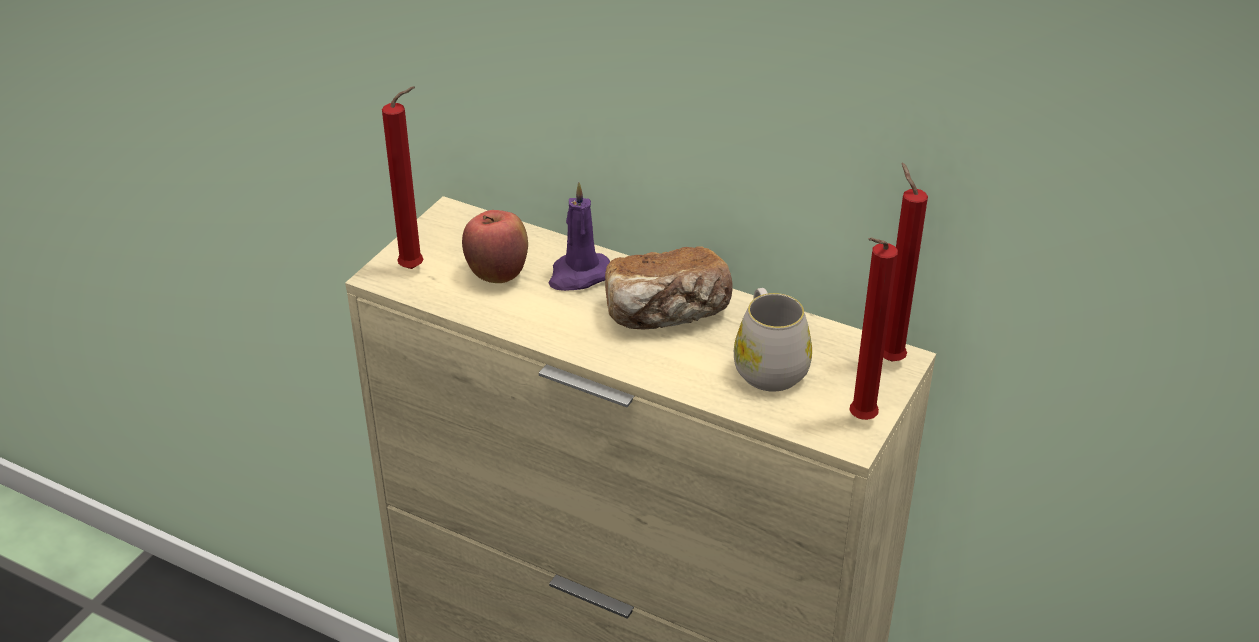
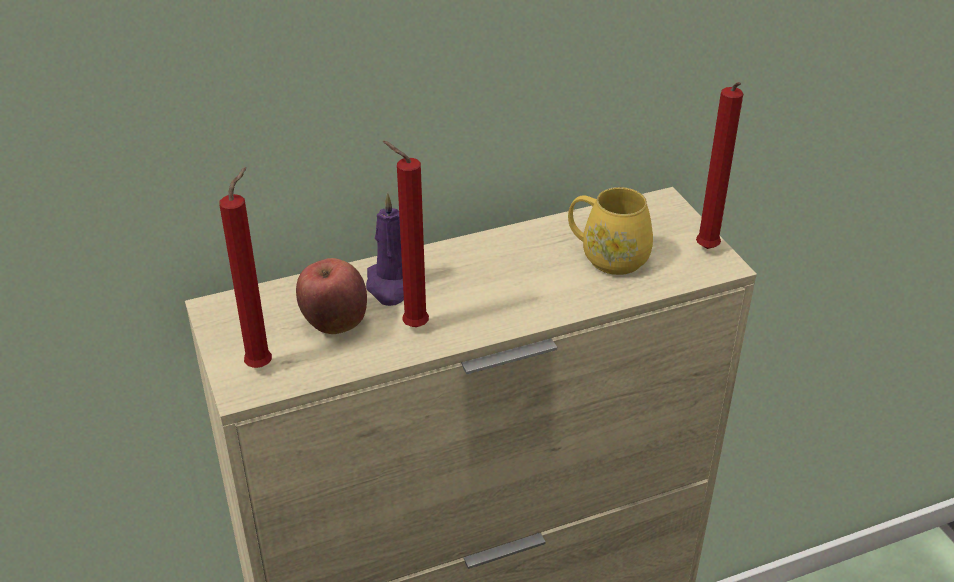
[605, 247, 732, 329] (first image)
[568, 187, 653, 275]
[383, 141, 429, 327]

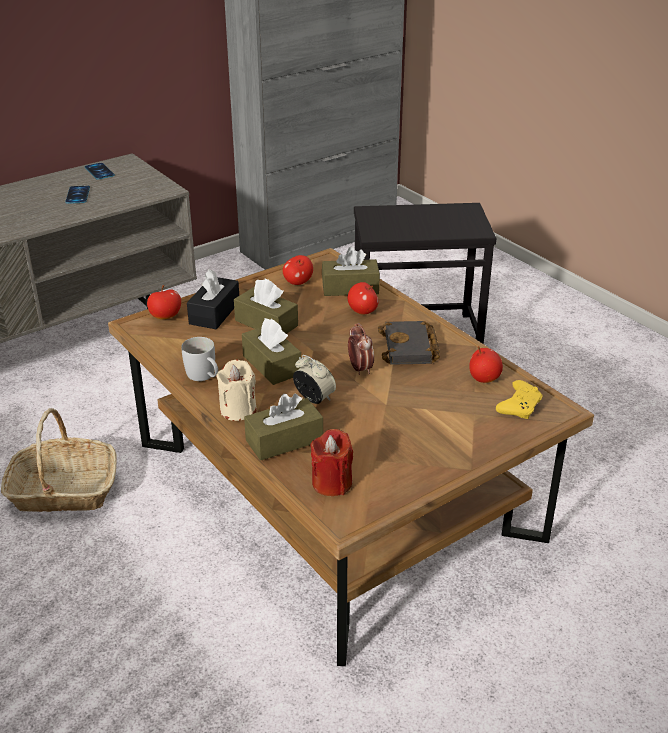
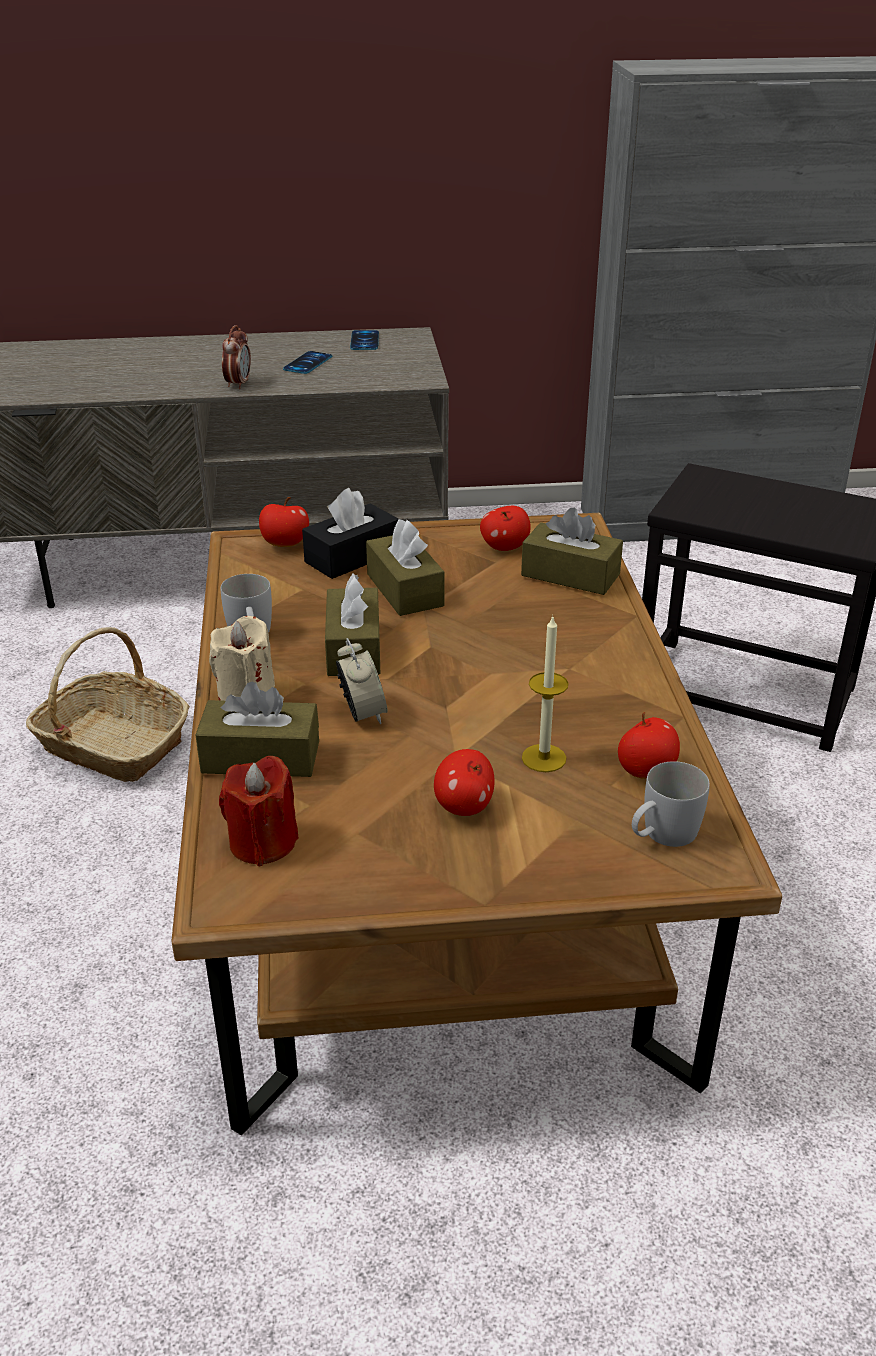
[434, 749, 494, 816]
[222, 325, 251, 389]
[378, 321, 440, 365] (first image)
[632, 761, 710, 847]
[522, 616, 568, 772]

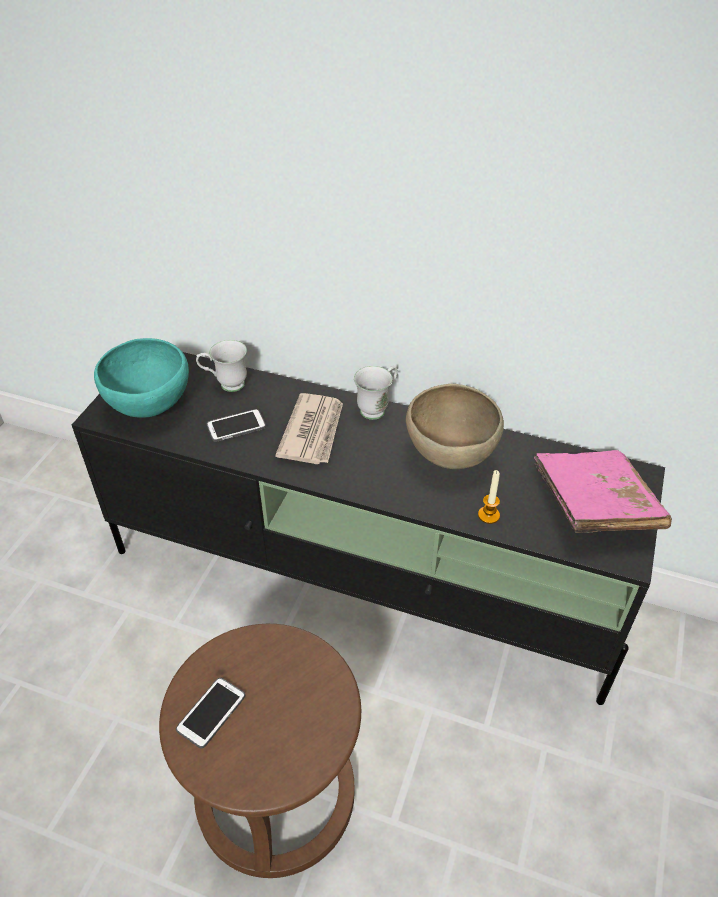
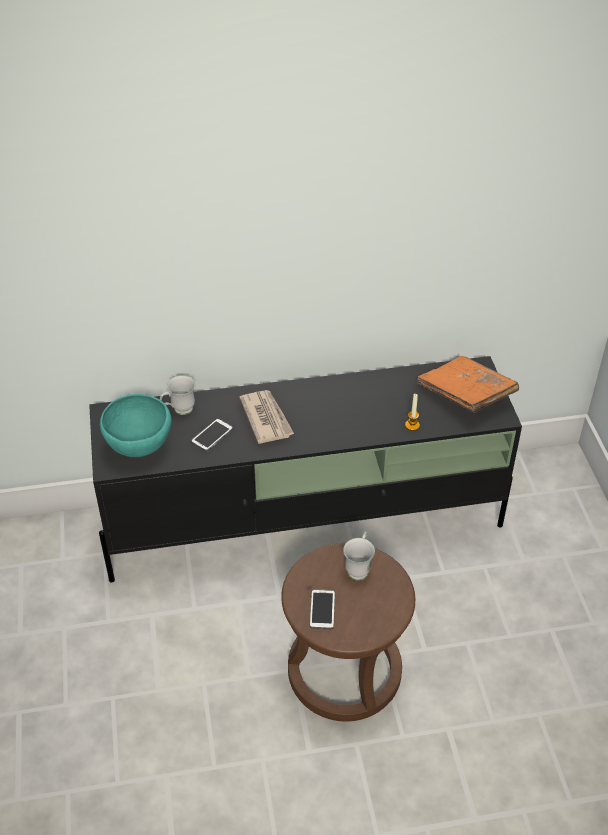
[343, 531, 375, 581]
[406, 384, 504, 469] (first image)
[417, 356, 519, 413]

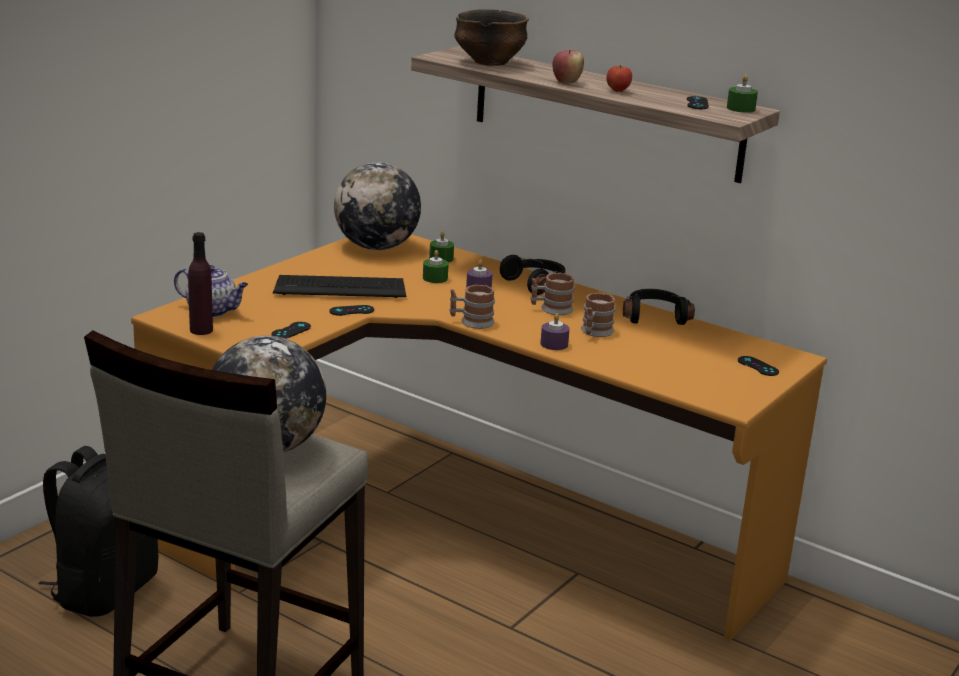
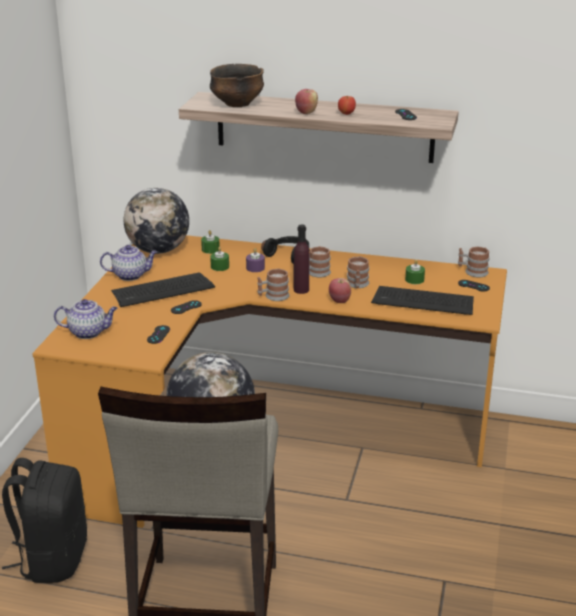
[294, 224, 309, 294]
[329, 278, 351, 303]
[623, 289, 695, 325] (first image)
[405, 259, 425, 284]
[100, 245, 157, 281]
[371, 286, 474, 315]
[458, 247, 490, 278]

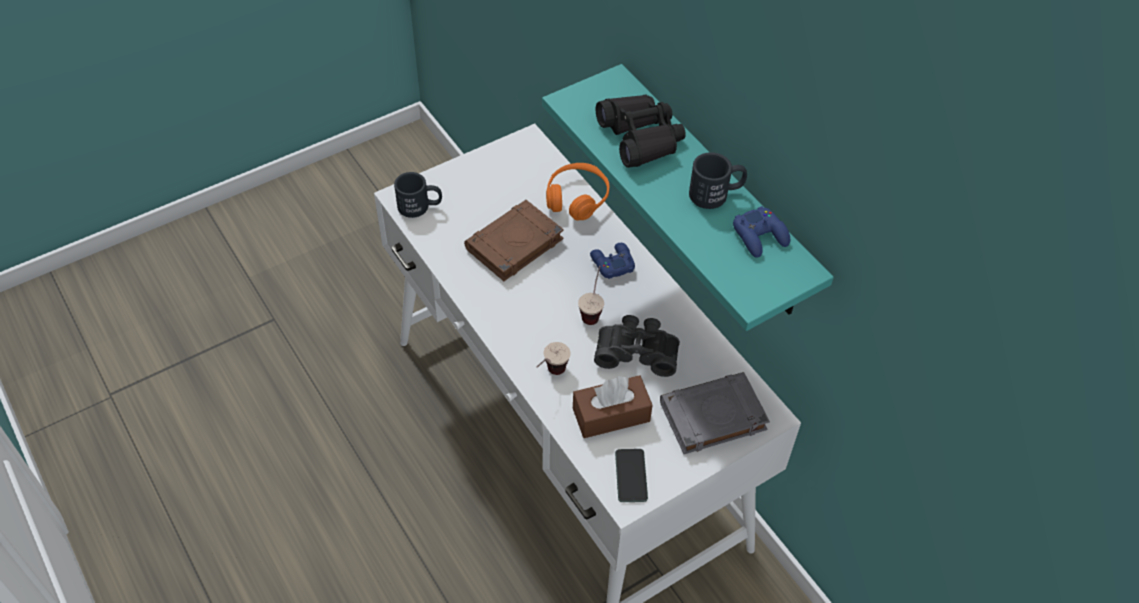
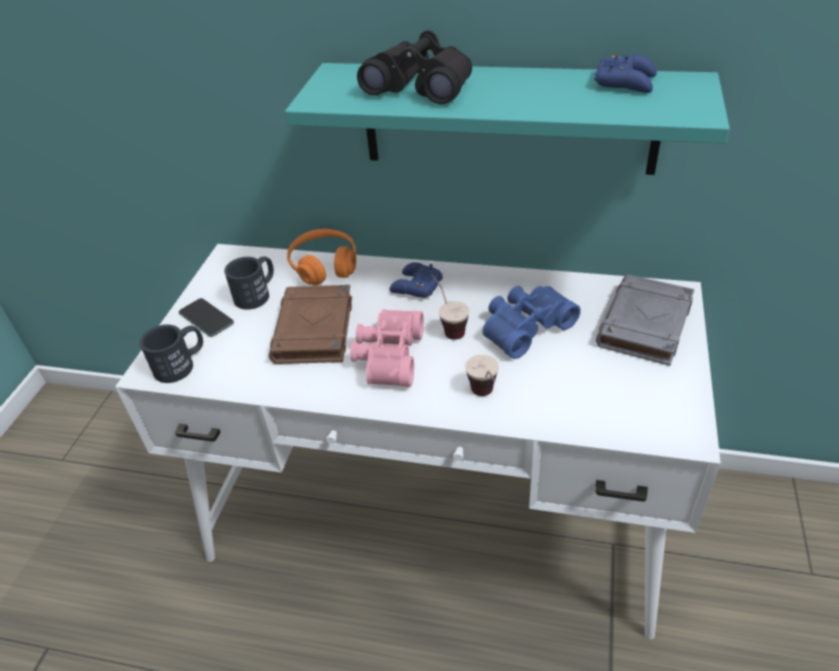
[573, 375, 653, 438] (first image)
[483, 286, 581, 359]
[179, 298, 234, 337]
[224, 256, 274, 310]
[350, 309, 424, 387]

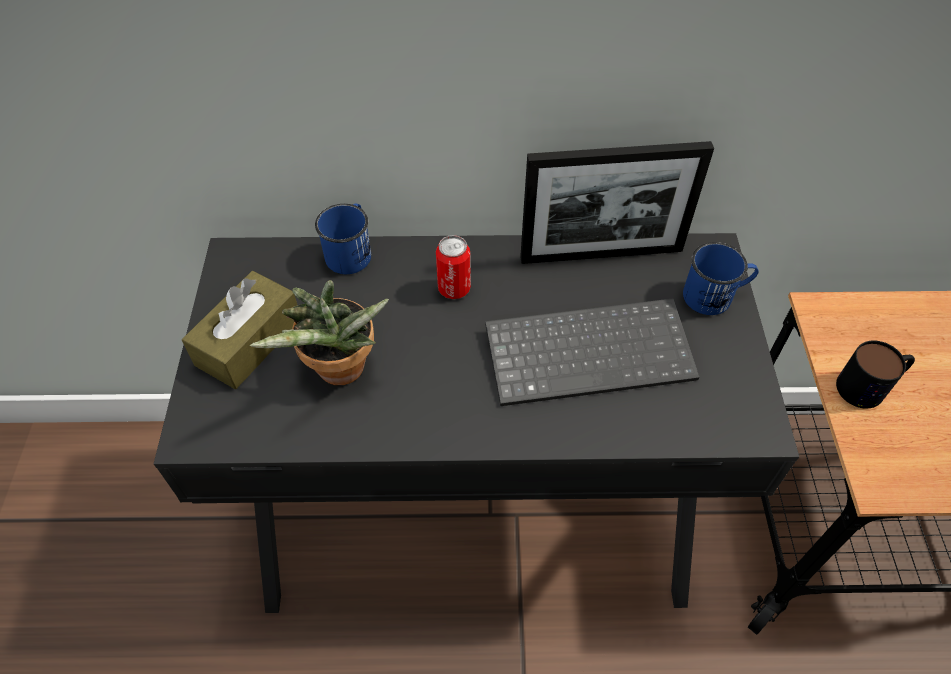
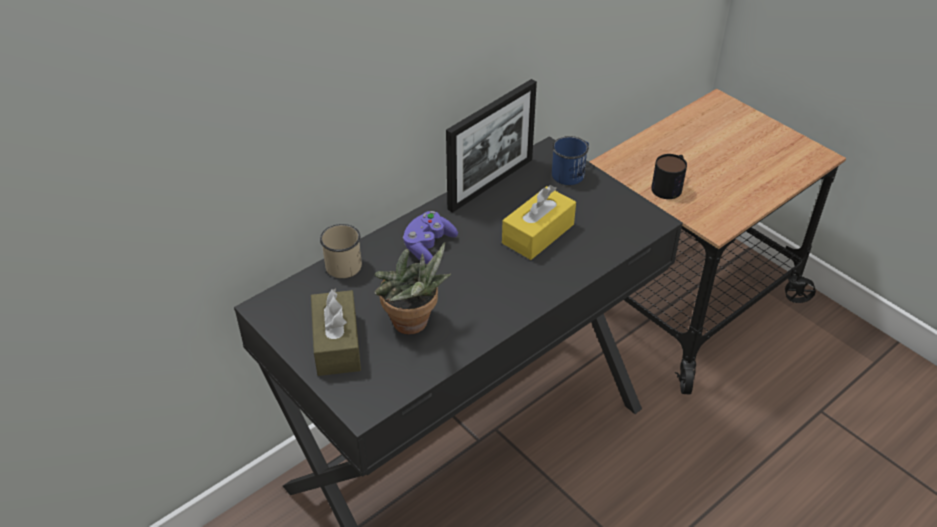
[320, 224, 362, 278]
[403, 211, 458, 264]
[502, 185, 576, 260]

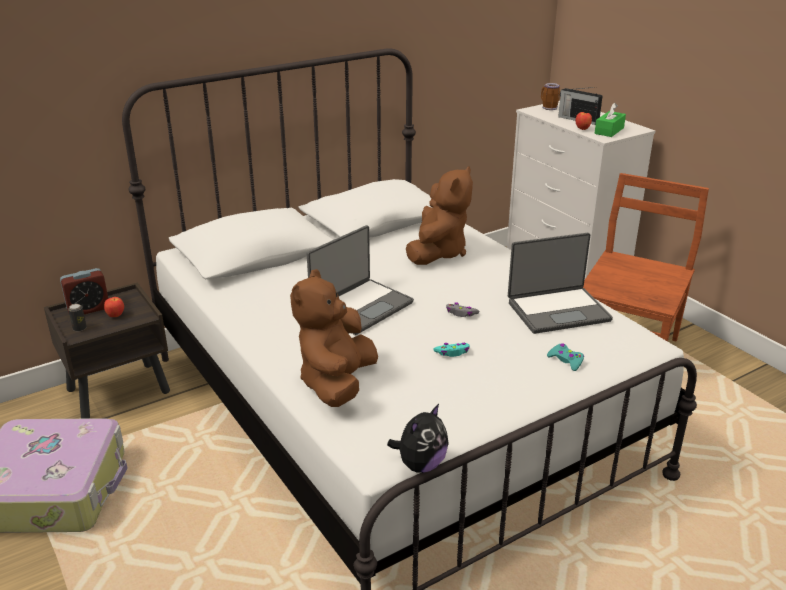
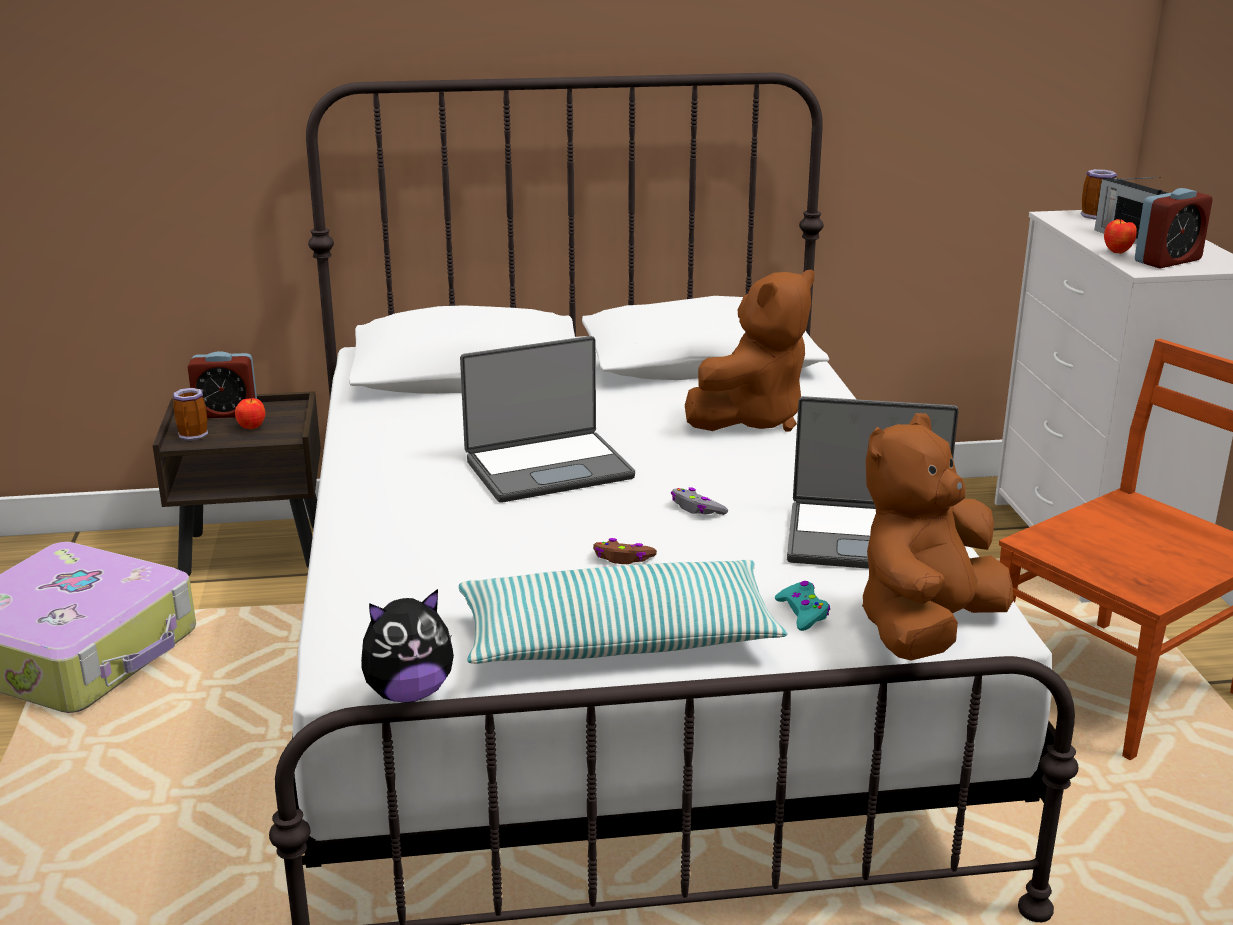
[173, 388, 208, 441]
[862, 413, 1013, 661]
[593, 538, 657, 564]
[1135, 188, 1213, 269]
[459, 560, 788, 664]

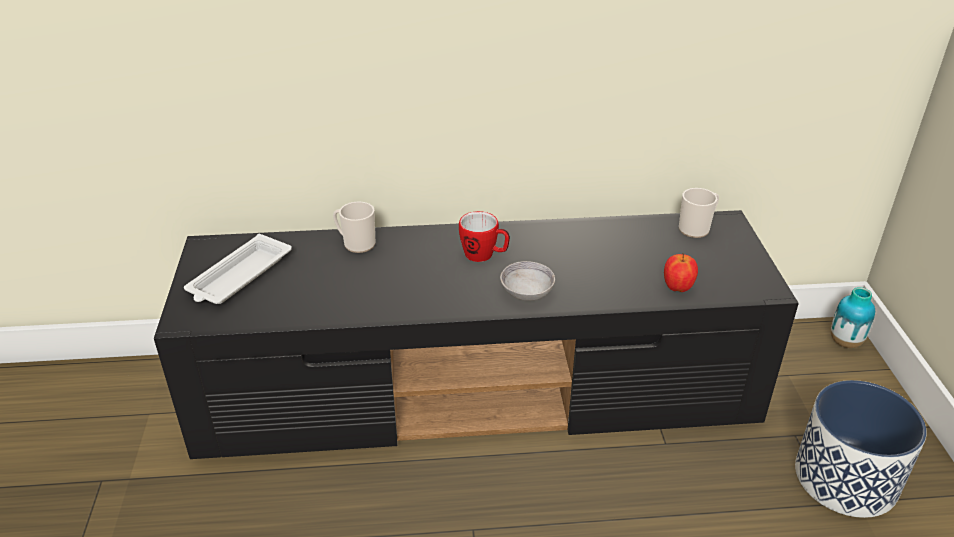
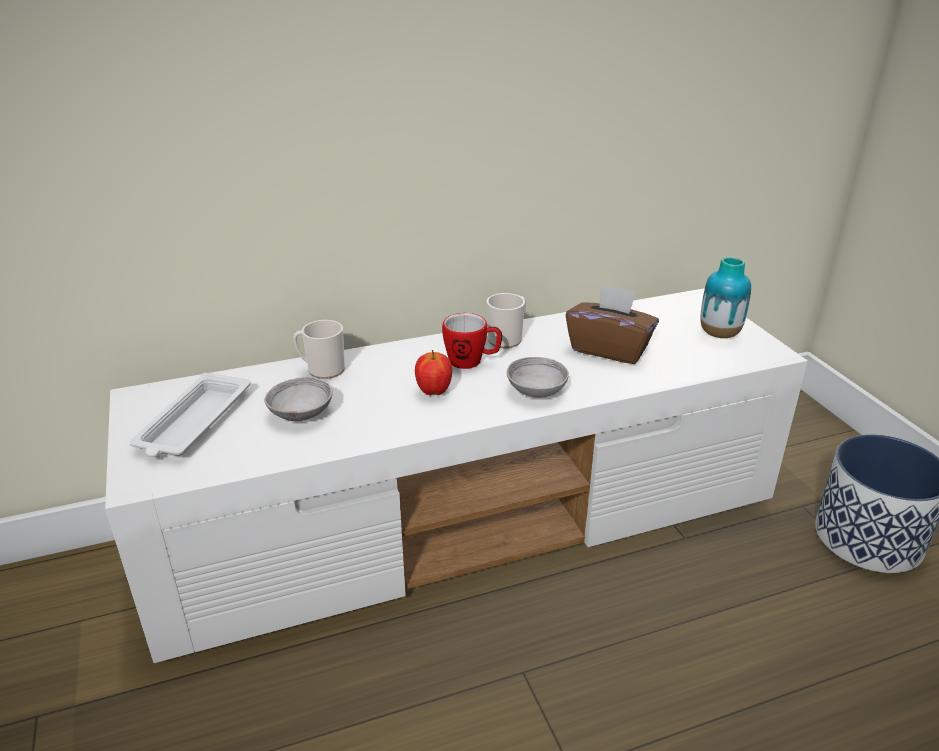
[105, 288, 808, 663]
[415, 350, 452, 395]
[487, 293, 526, 348]
[700, 257, 751, 338]
[264, 377, 333, 421]
[566, 285, 659, 364]

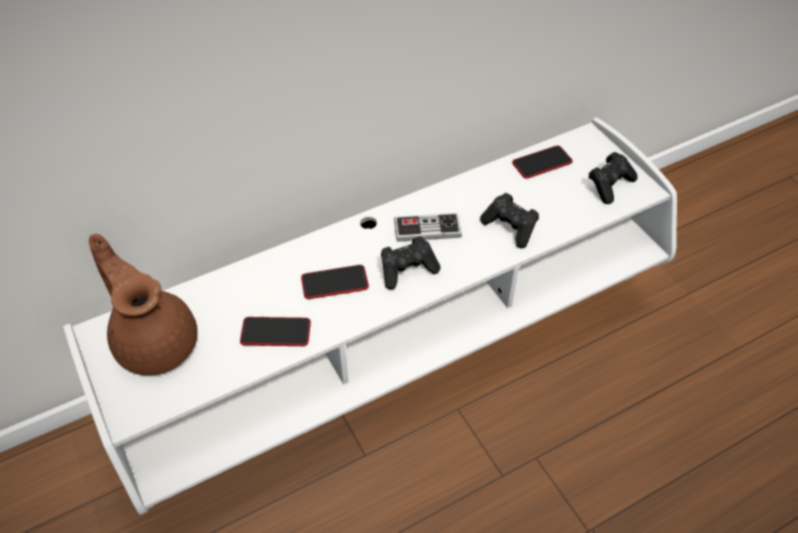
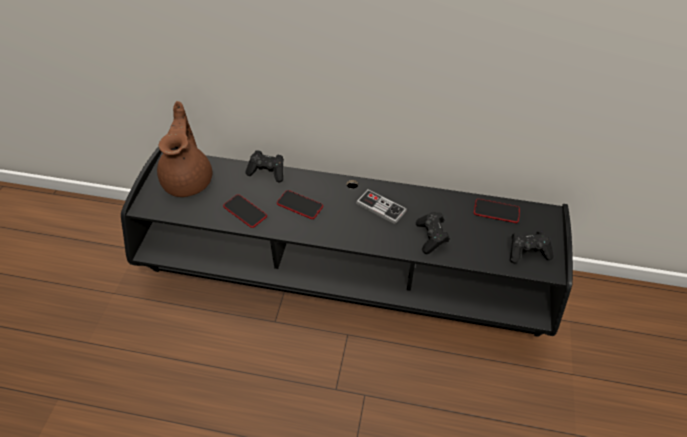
[121, 146, 573, 337]
[245, 150, 284, 182]

